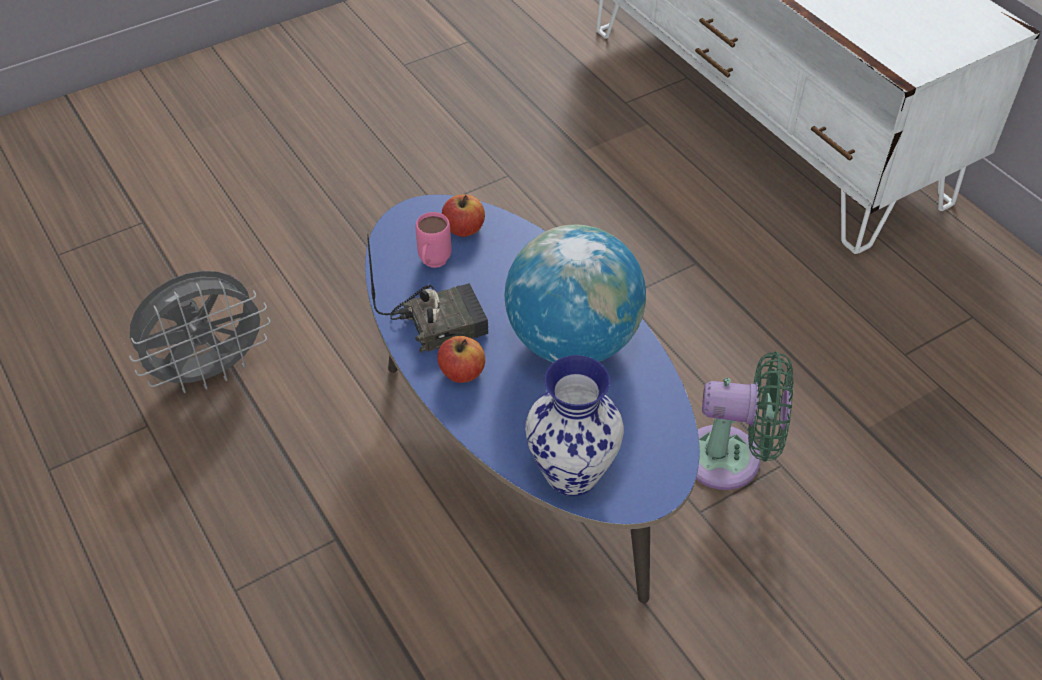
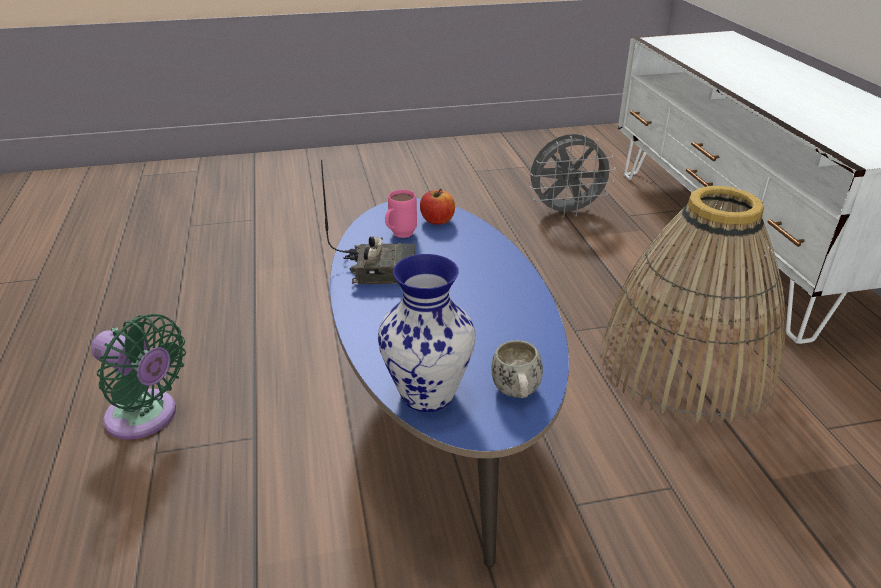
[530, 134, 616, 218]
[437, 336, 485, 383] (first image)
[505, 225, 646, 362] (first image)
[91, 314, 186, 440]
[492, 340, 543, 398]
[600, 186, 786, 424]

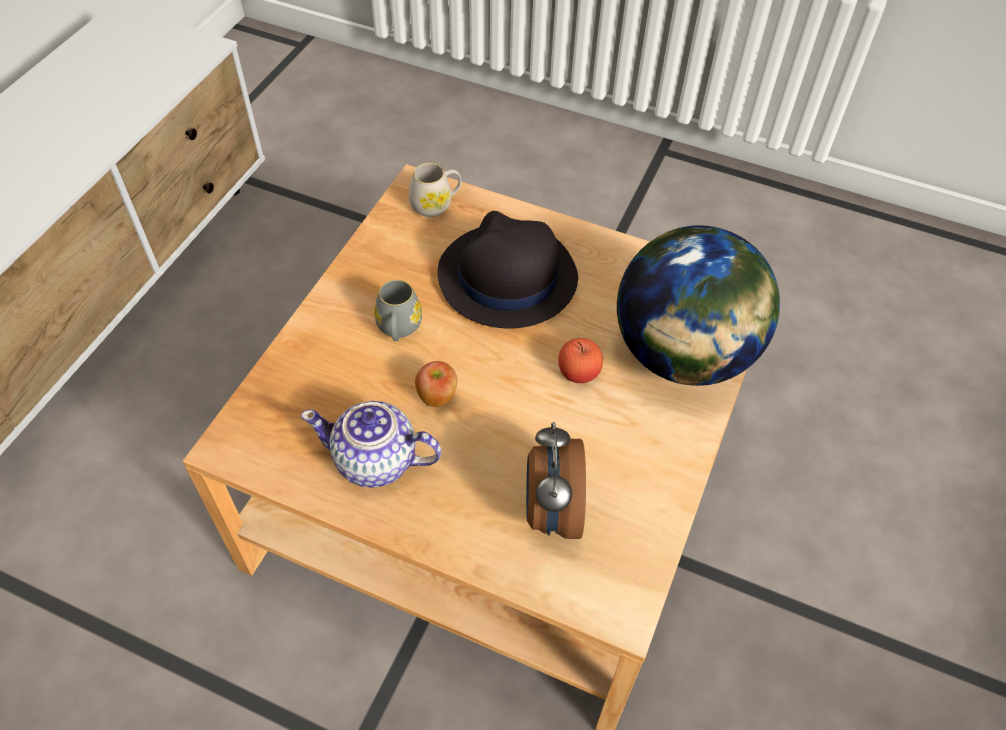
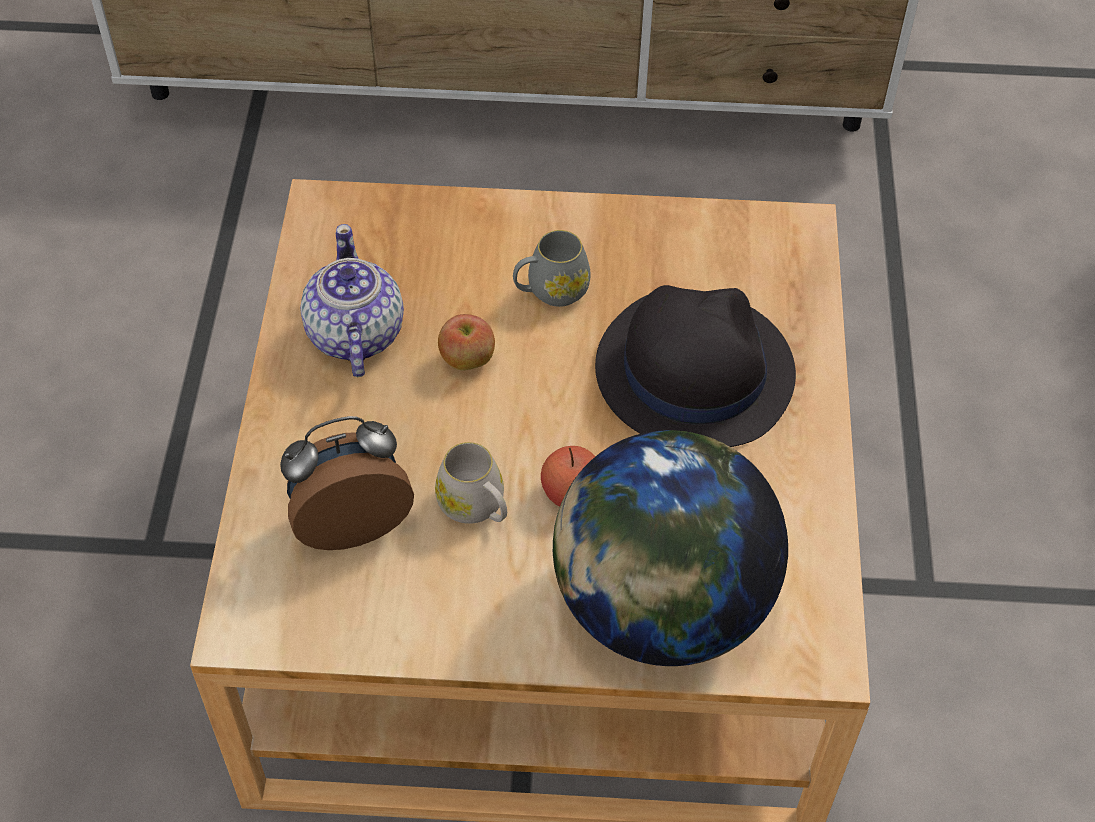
[435, 442, 507, 524]

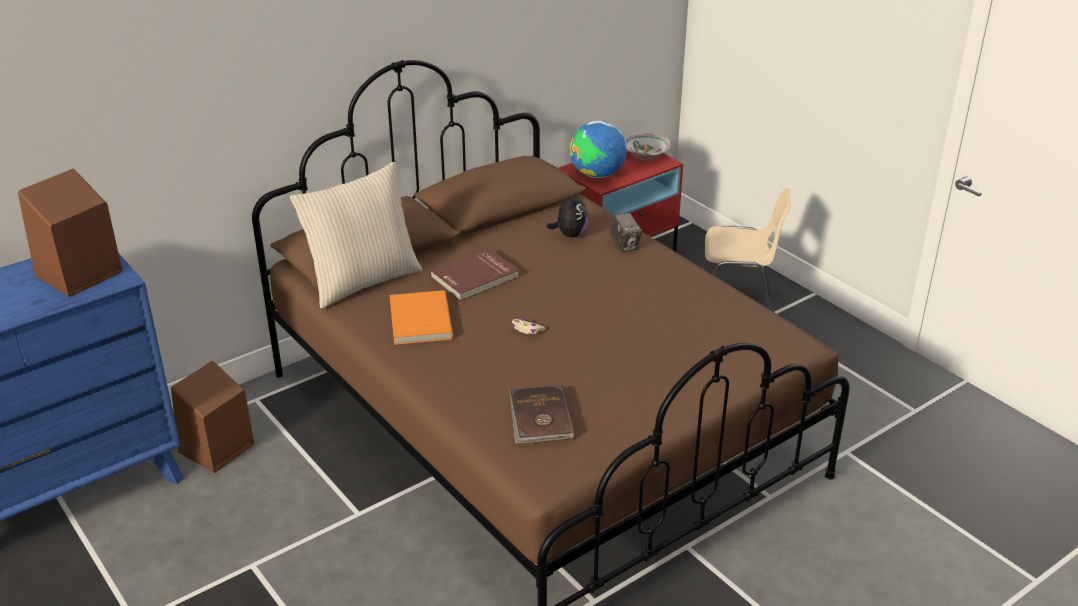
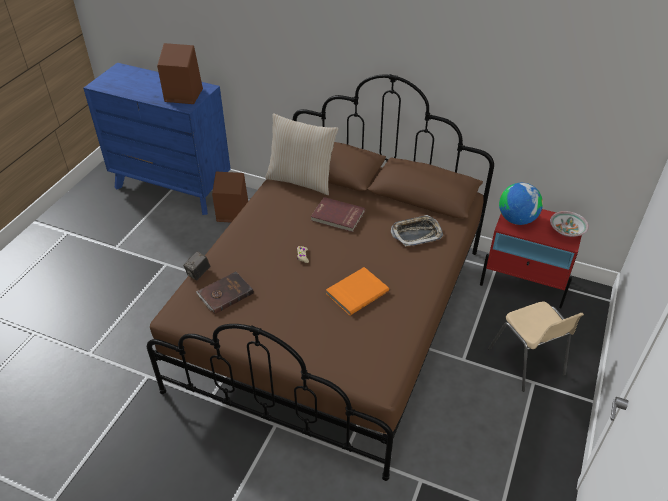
[326, 267, 389, 316]
[391, 215, 443, 246]
[183, 251, 210, 281]

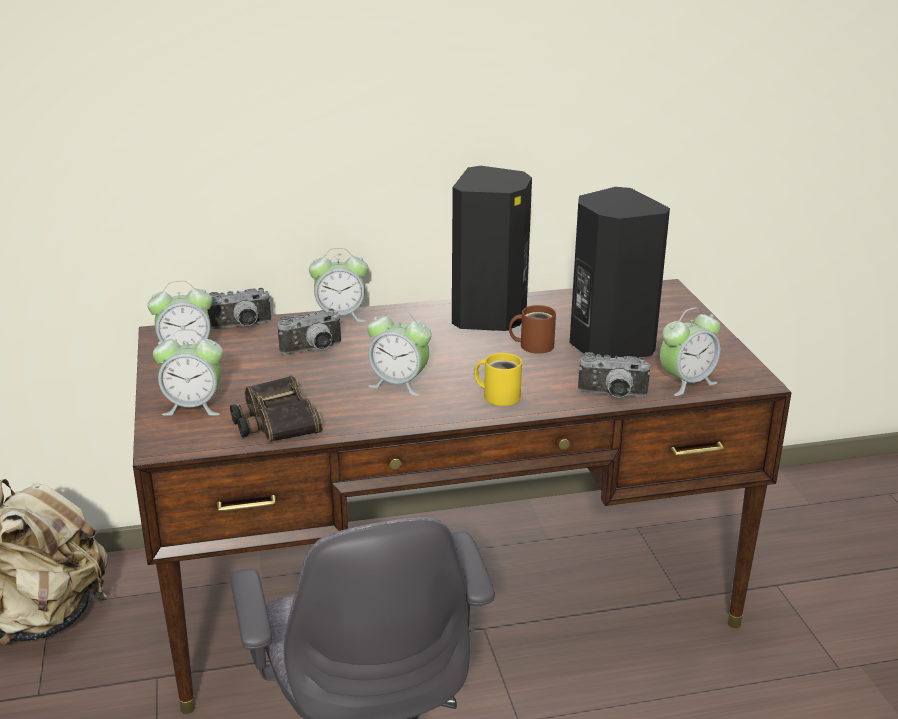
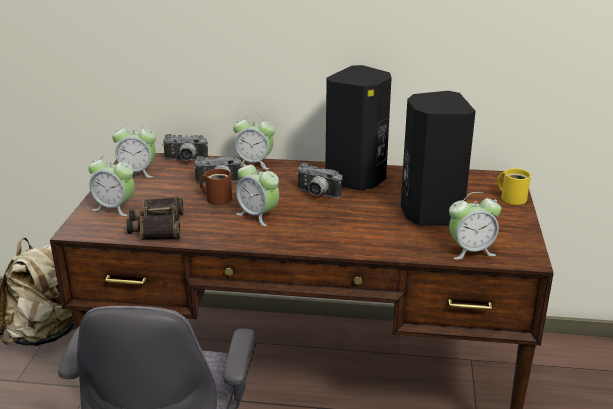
[497, 169, 531, 205]
[199, 169, 232, 205]
[296, 163, 342, 198]

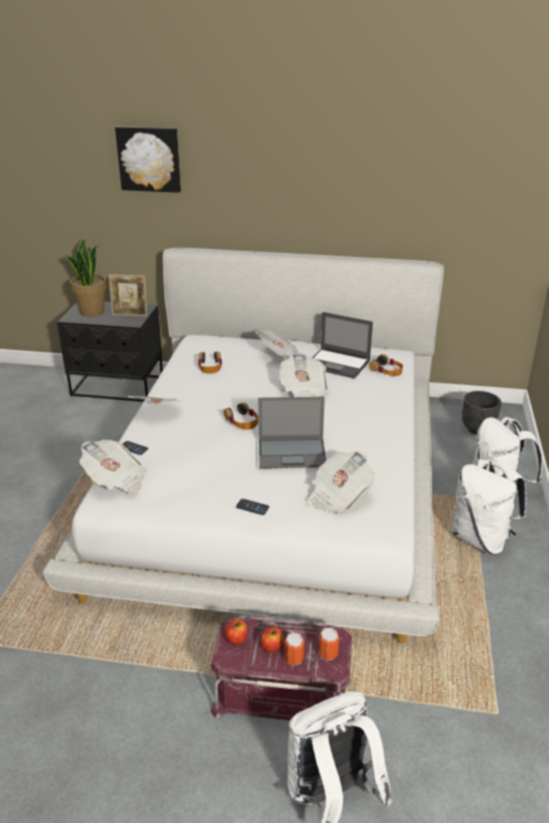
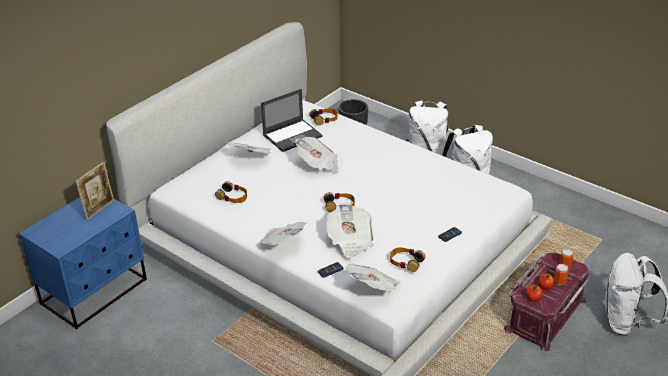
[19, 197, 147, 329]
[63, 239, 107, 317] (first image)
[115, 126, 181, 193] (first image)
[258, 397, 326, 468] (first image)
[326, 203, 374, 258]
[390, 248, 426, 272]

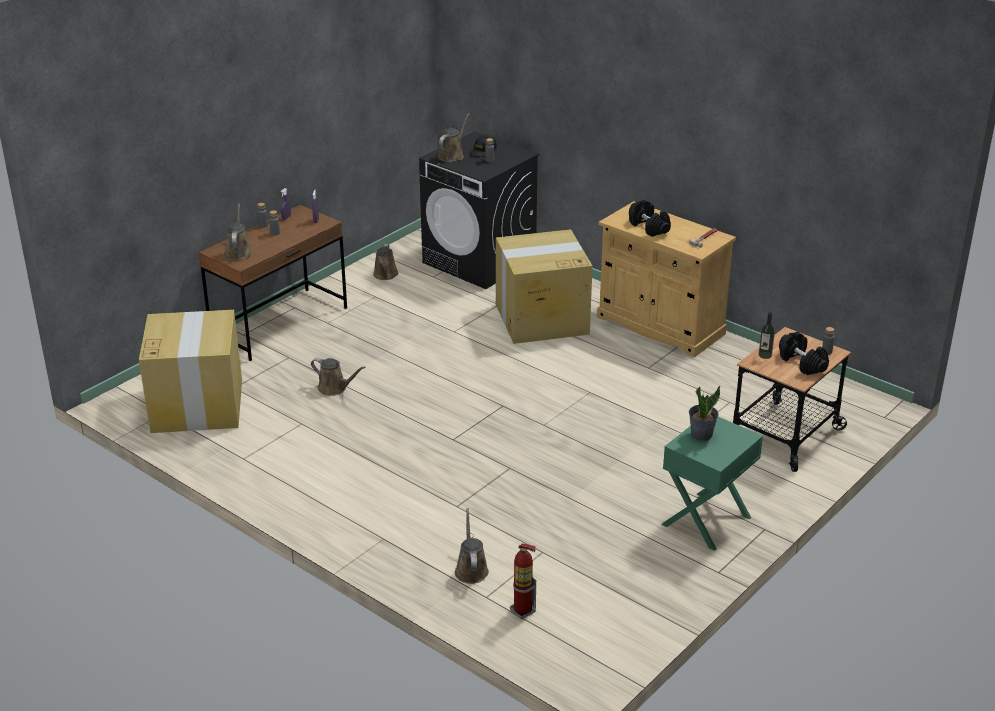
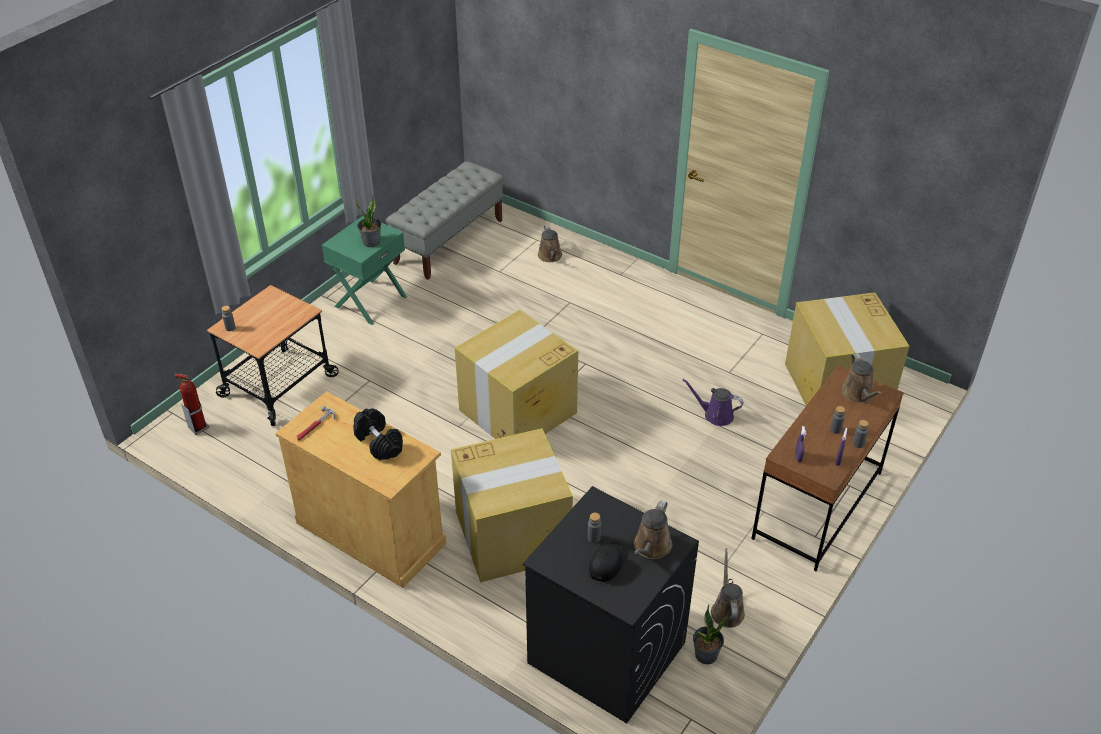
[683, 379, 744, 426]
[174, 374, 209, 435]
[759, 312, 775, 359] (first image)
[779, 332, 829, 375] (first image)
[386, 161, 504, 280]
[455, 310, 578, 439]
[693, 604, 728, 664]

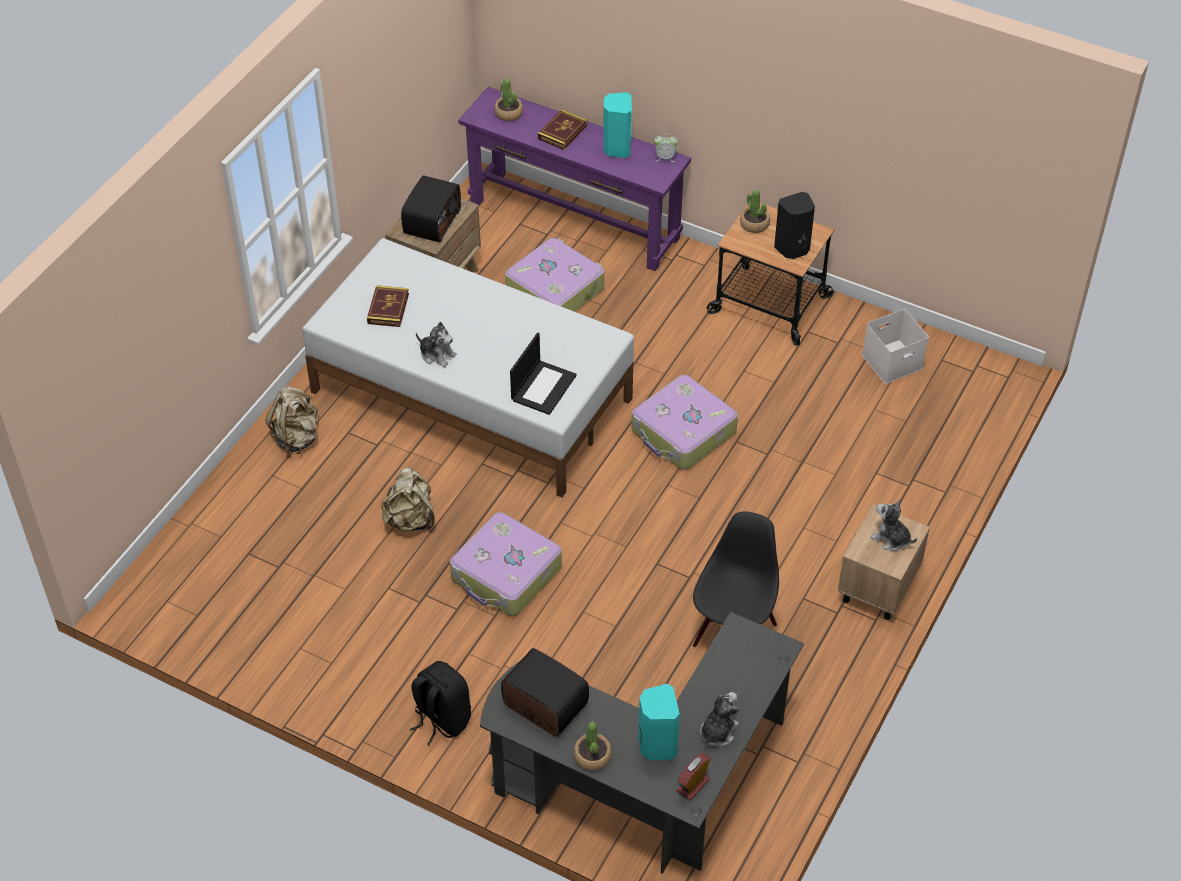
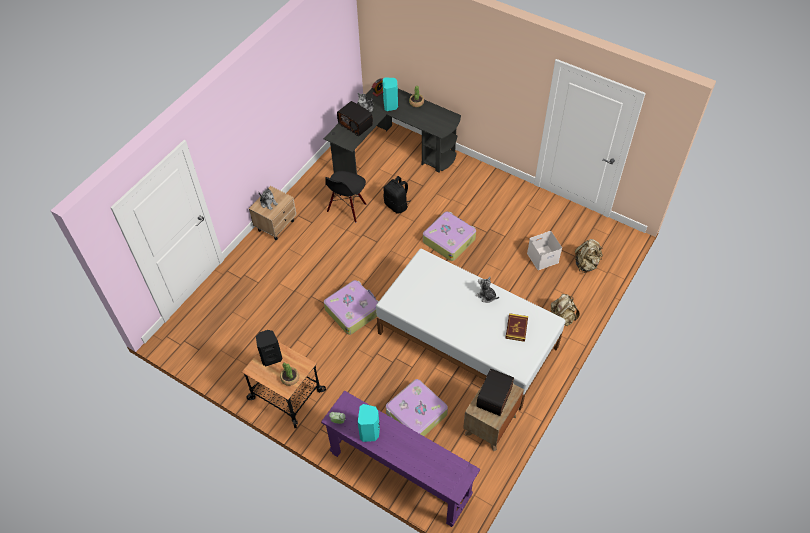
[575, 239, 603, 273]
[384, 176, 411, 214]
[494, 78, 523, 121] (first image)
[337, 101, 373, 136]
[510, 332, 577, 415] (first image)
[538, 110, 587, 150] (first image)
[527, 231, 562, 270]

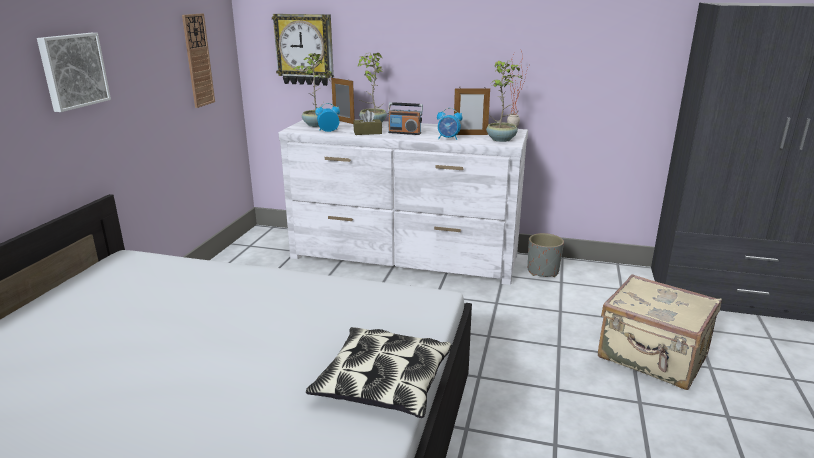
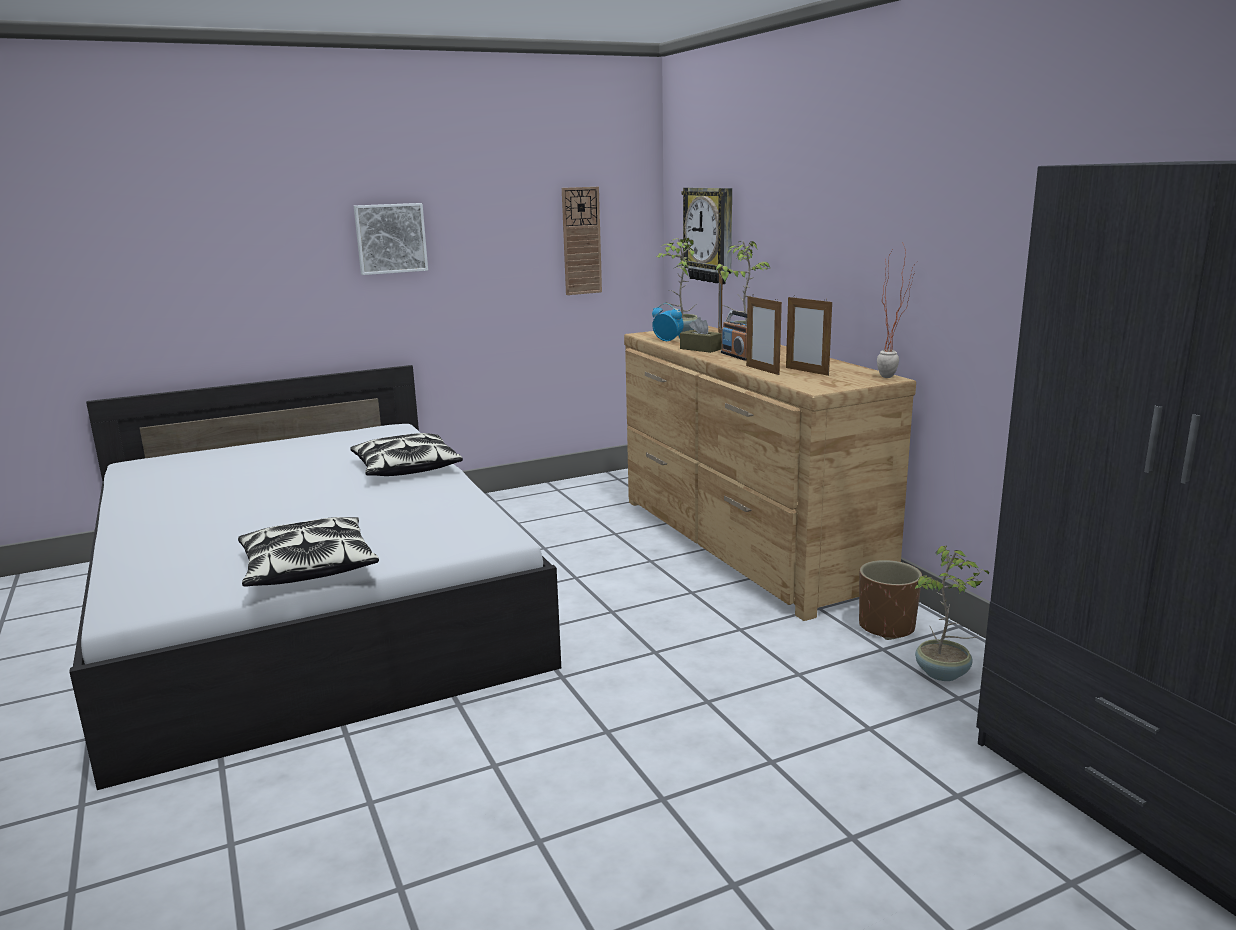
[624, 326, 916, 621]
[746, 296, 782, 375]
[915, 546, 989, 681]
[859, 560, 922, 640]
[598, 274, 722, 390] (first image)
[350, 433, 463, 476]

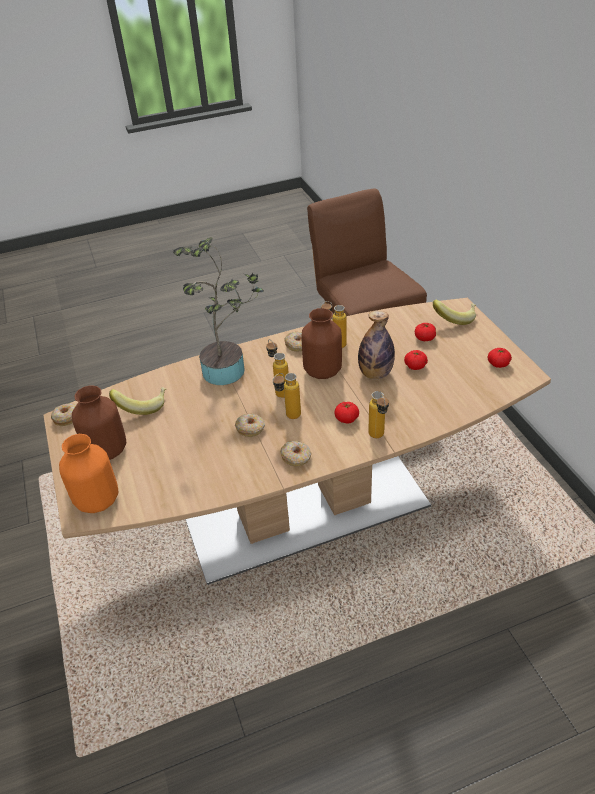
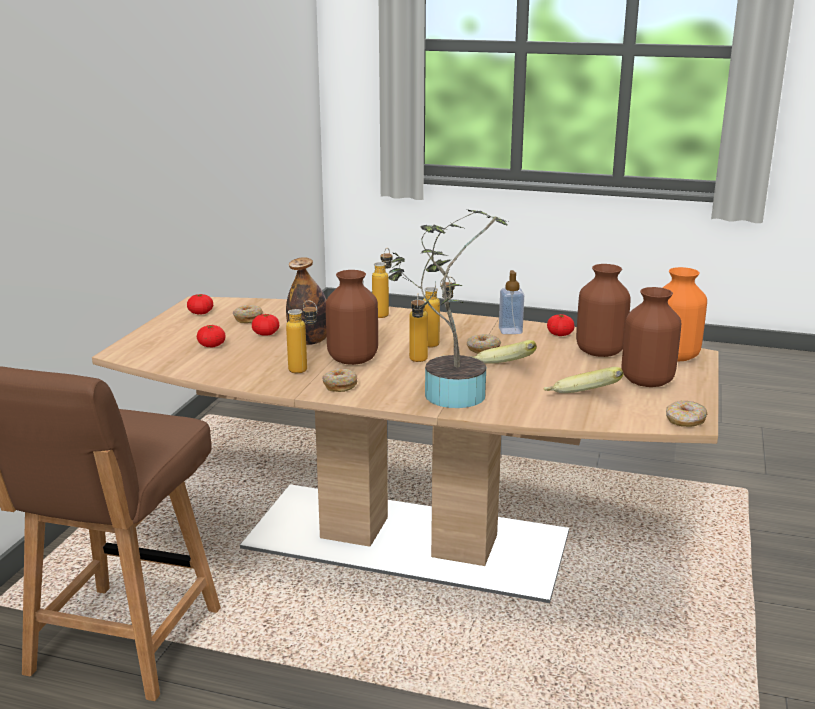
[233, 305, 263, 323]
[547, 314, 575, 336]
[469, 340, 537, 364]
[499, 270, 524, 334]
[576, 264, 631, 357]

